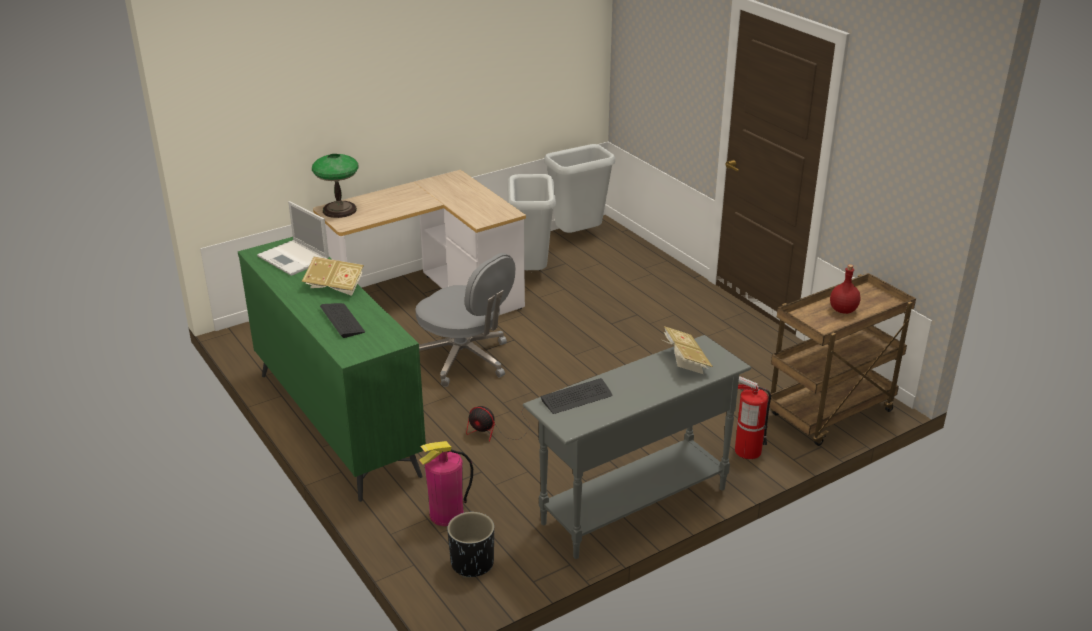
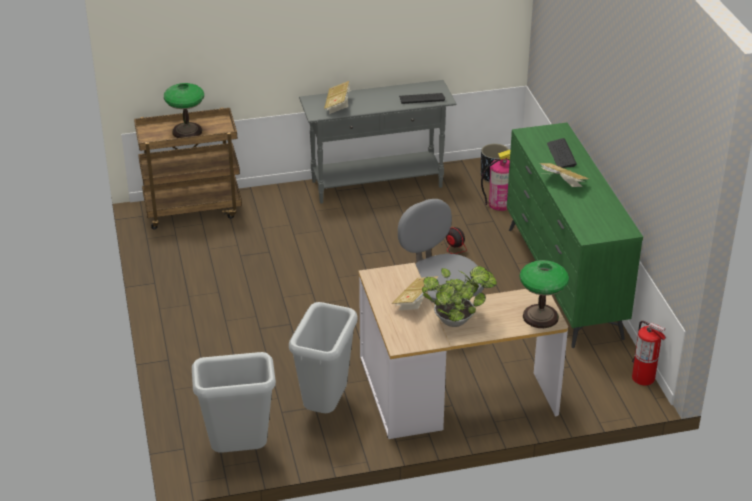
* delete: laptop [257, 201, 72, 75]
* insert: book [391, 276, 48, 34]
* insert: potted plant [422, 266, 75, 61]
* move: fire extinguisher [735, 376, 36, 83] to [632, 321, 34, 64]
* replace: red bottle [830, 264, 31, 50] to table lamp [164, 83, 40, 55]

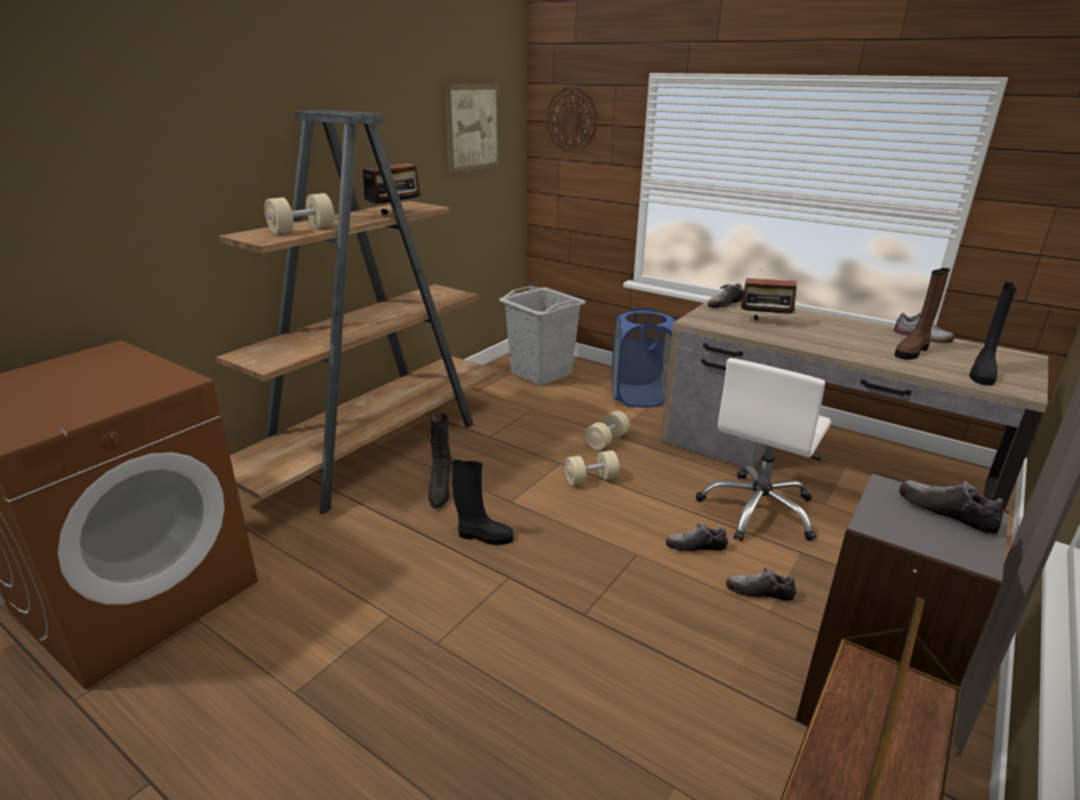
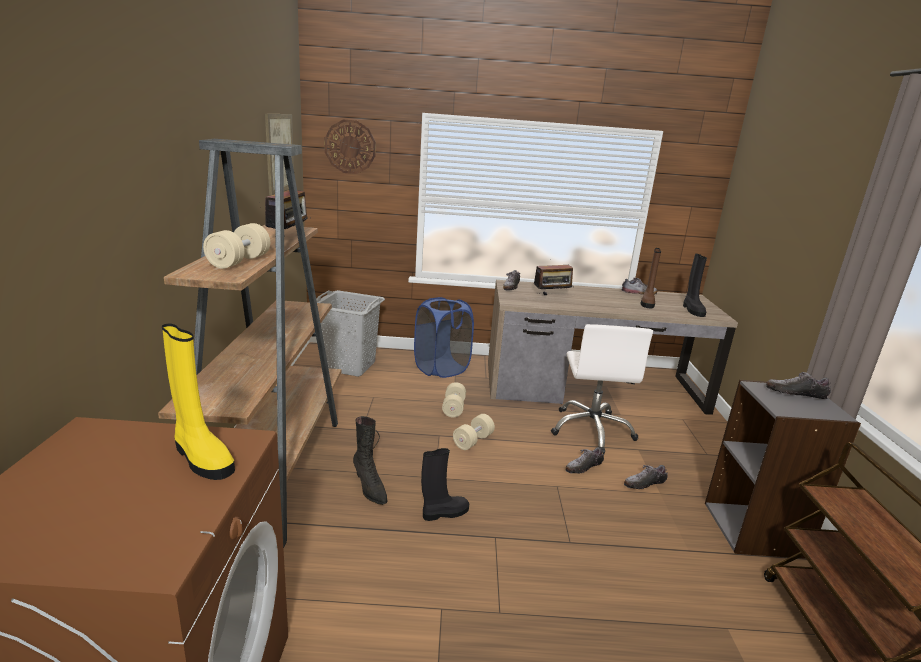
* insert: yellow boot [162, 324, 73, 156]

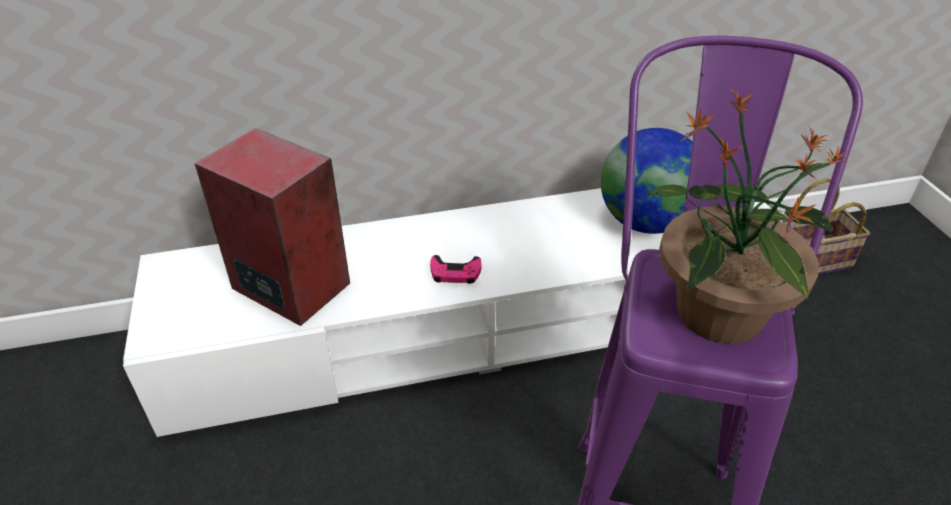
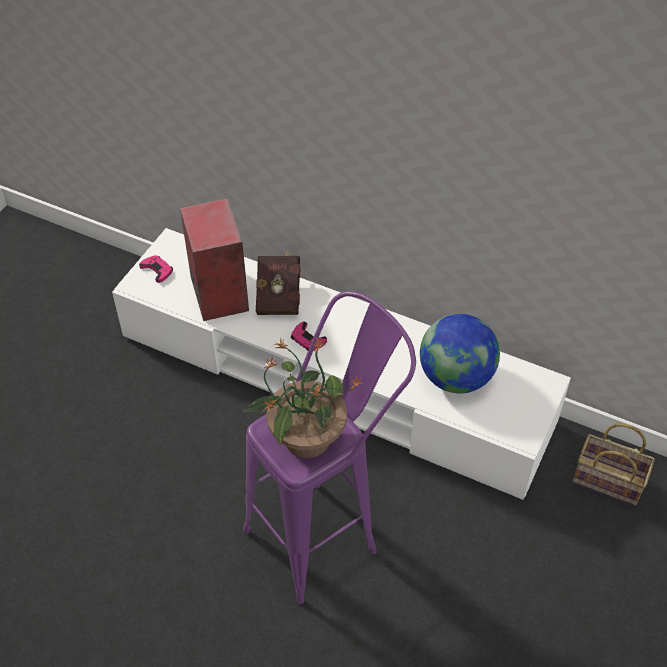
* insert: pink game controller [139, 255, 34, 28]
* insert: red book [256, 250, 44, 65]

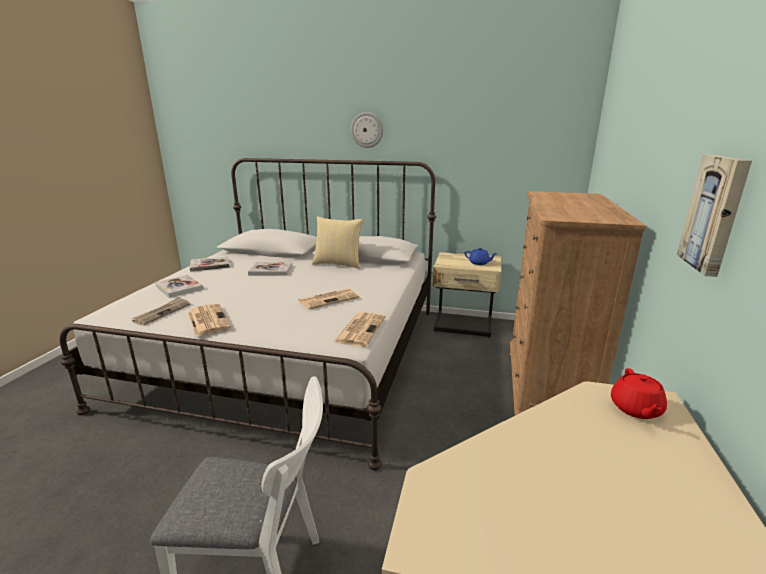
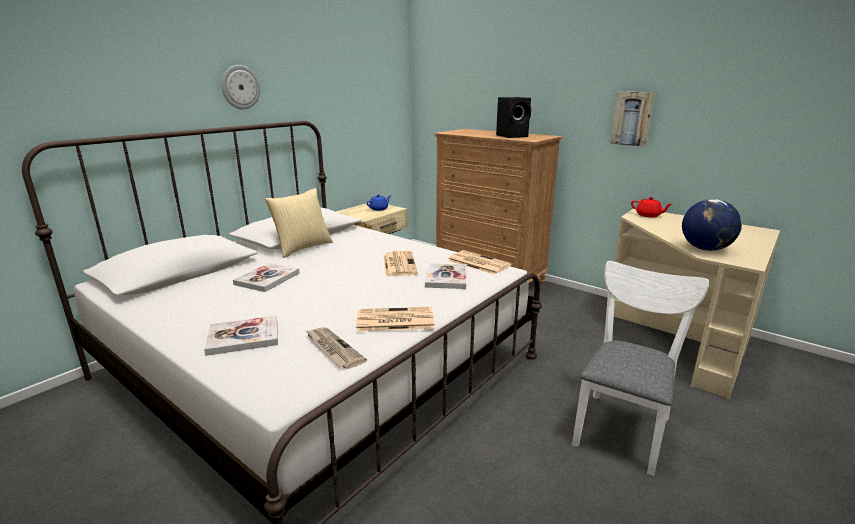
* insert: black speaker [496, 97, 35, 41]
* insert: globe [682, 199, 60, 52]
* move: book [190, 256, 40, 16] to [425, 263, 42, 26]

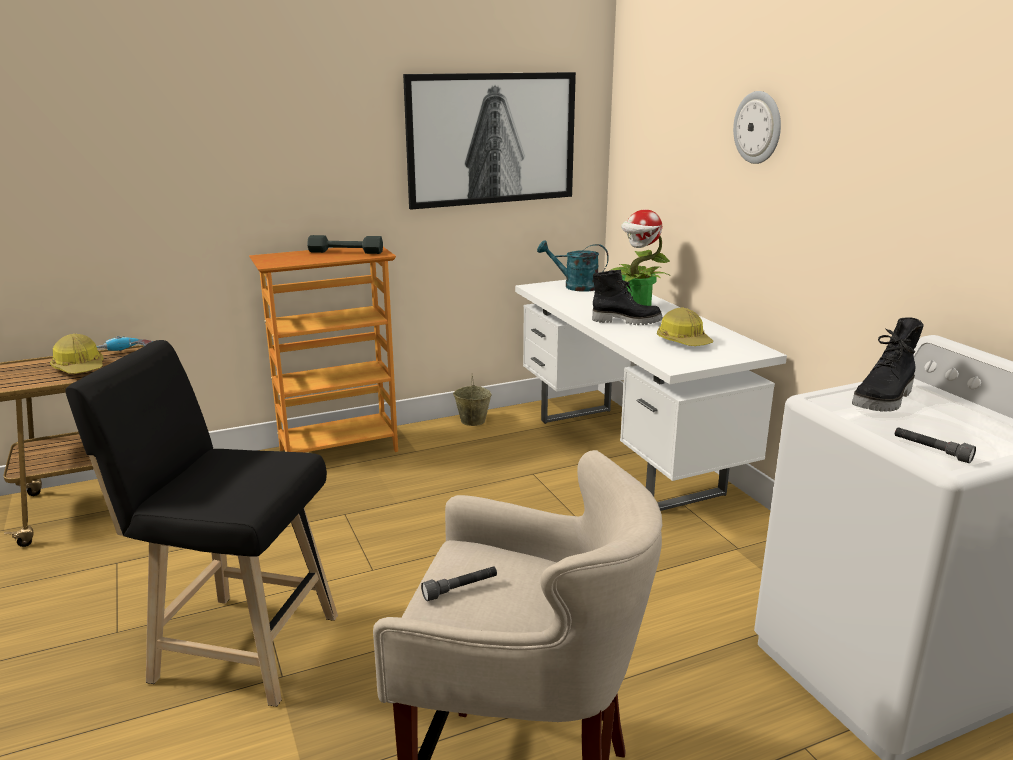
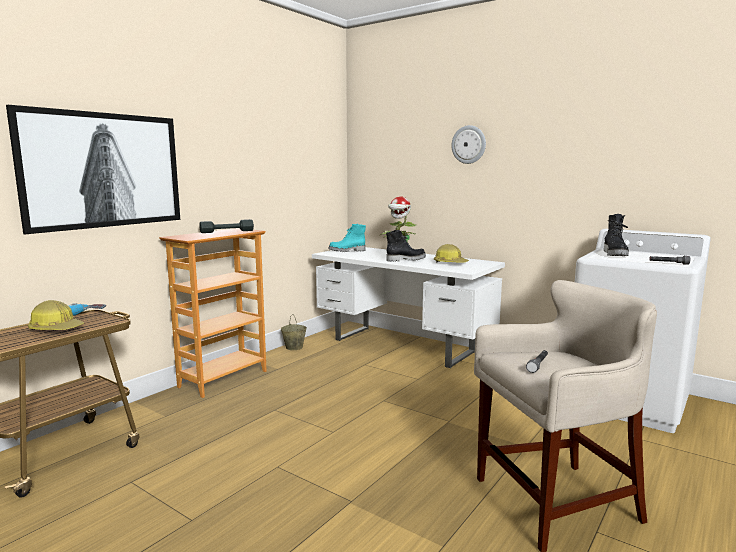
* delete: black stool [65, 340, 273, 367]
* move: picture [403, 72, 173, 138] to [6, 105, 174, 129]
* replace: turquoise watering can [537, 240, 72, 52] to turquoise boot [328, 224, 38, 28]

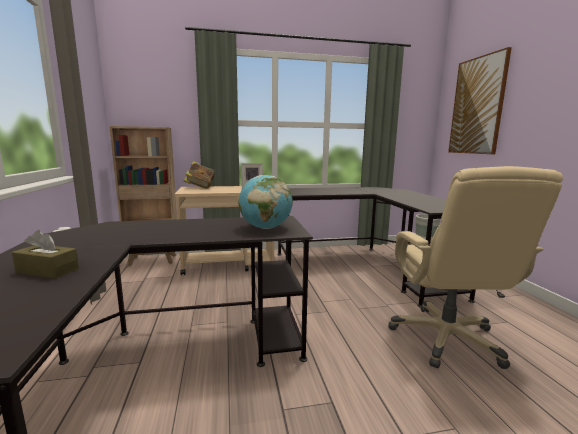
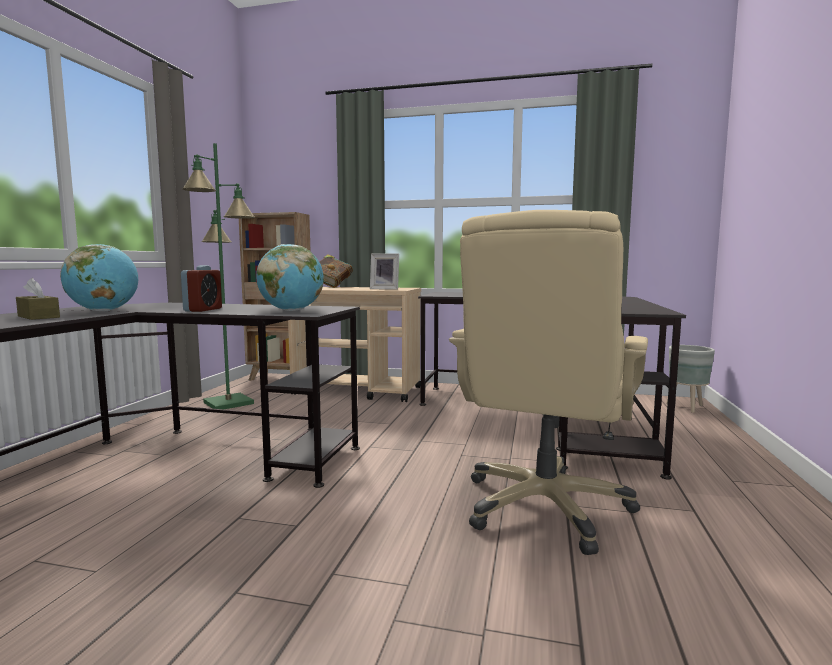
* delete: picture [448, 47, 64, 107]
* insert: globe [60, 244, 78, 67]
* insert: alarm clock [181, 265, 41, 47]
* insert: green floor lamp [182, 143, 73, 266]

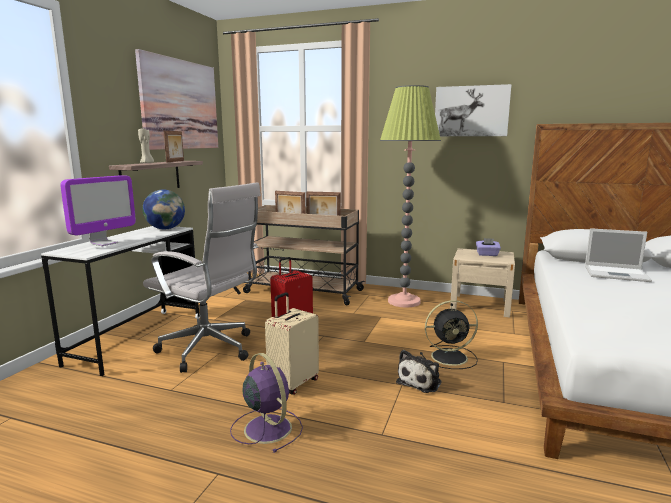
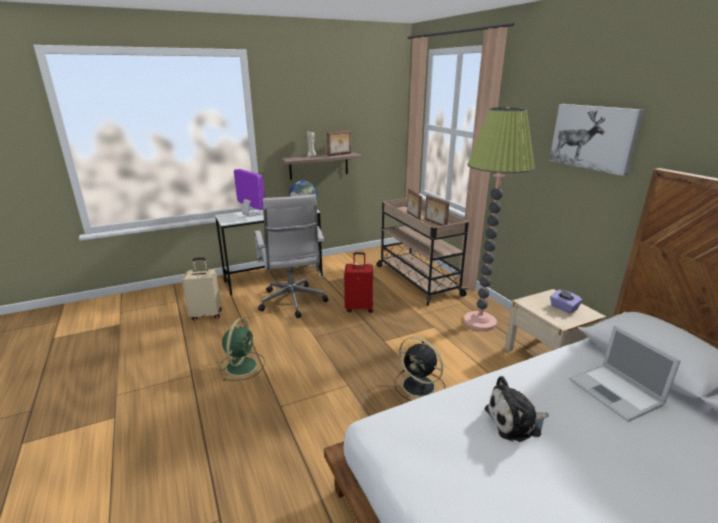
* delete: picture [135, 49, 83, 101]
* move: beige suitcase [265, 292, 54, 103] to [182, 258, 40, 63]
* move: plush toy [396, 350, 46, 43] to [484, 376, 65, 66]
* recolor: purple fan [230, 353, 73, 100] to green fan [220, 318, 45, 63]
* rotate: monitor [60, 175, 76, 71] = [234, 169, 31, 48] 120 degrees counterclockwise

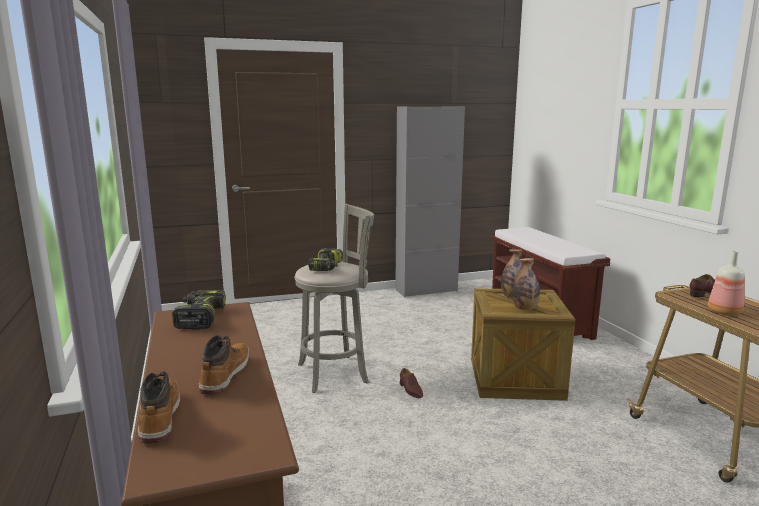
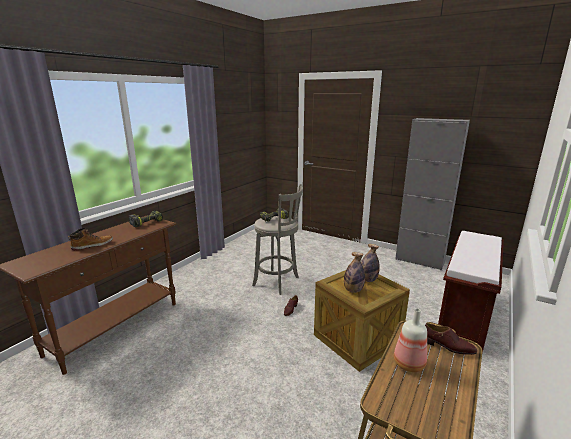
* delete: boot [138, 371, 42, 73]

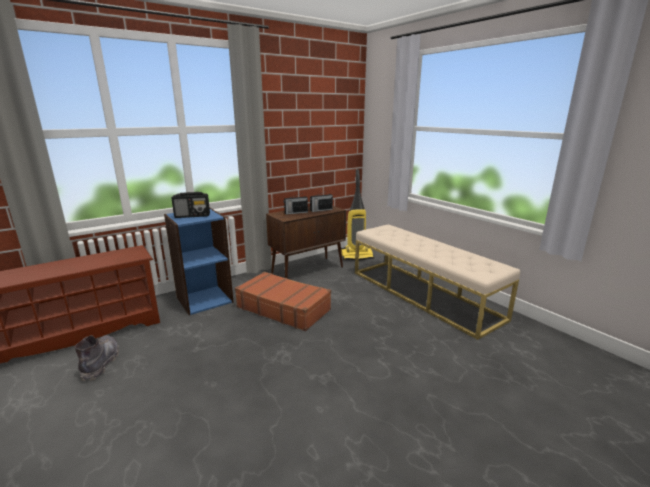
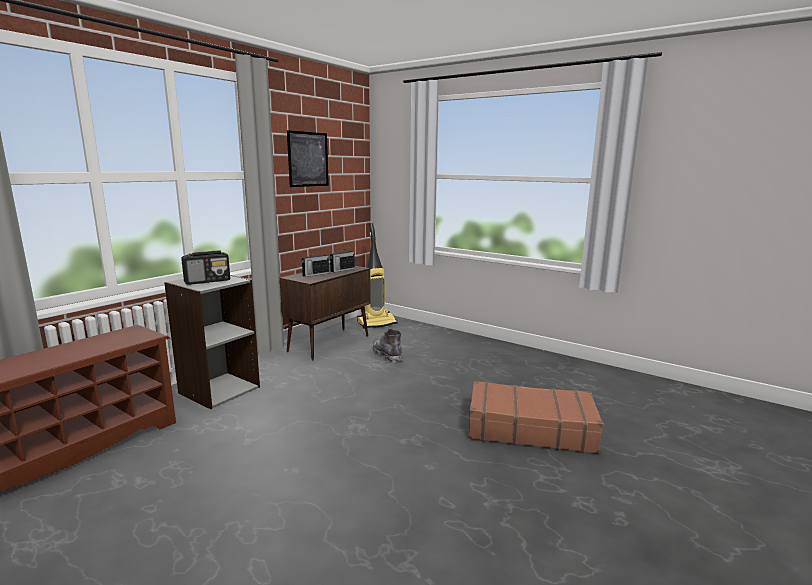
* delete: beige bench [355, 224, 165, 116]
* insert: picture [287, 130, 42, 57]
* move: grey boot [74, 335, 45, 46] to [373, 329, 29, 33]
* move: brown suitcase [235, 272, 96, 59] to [468, 381, 136, 73]
* recolor: blue bookcase [164, 208, 69, 107] to grey bookcase [164, 275, 96, 134]

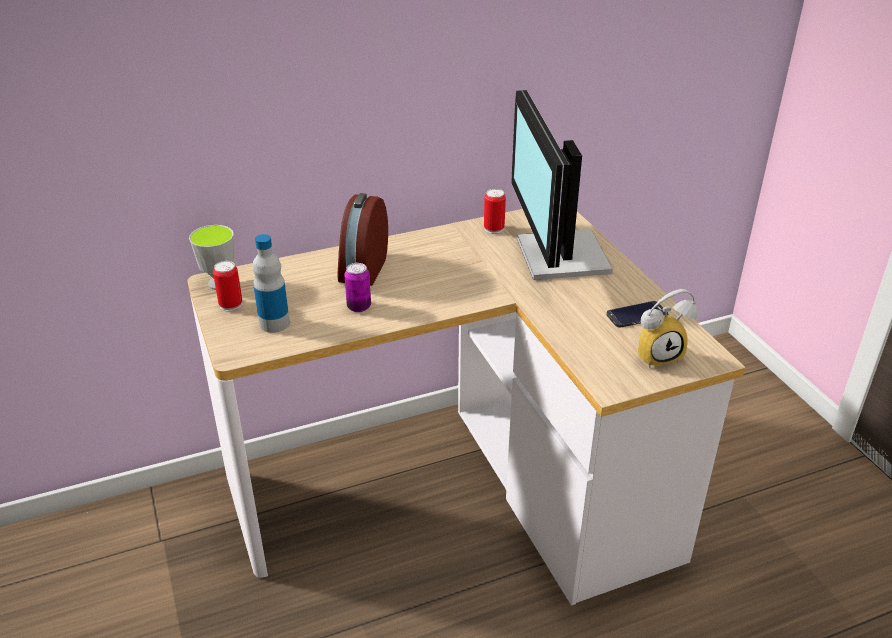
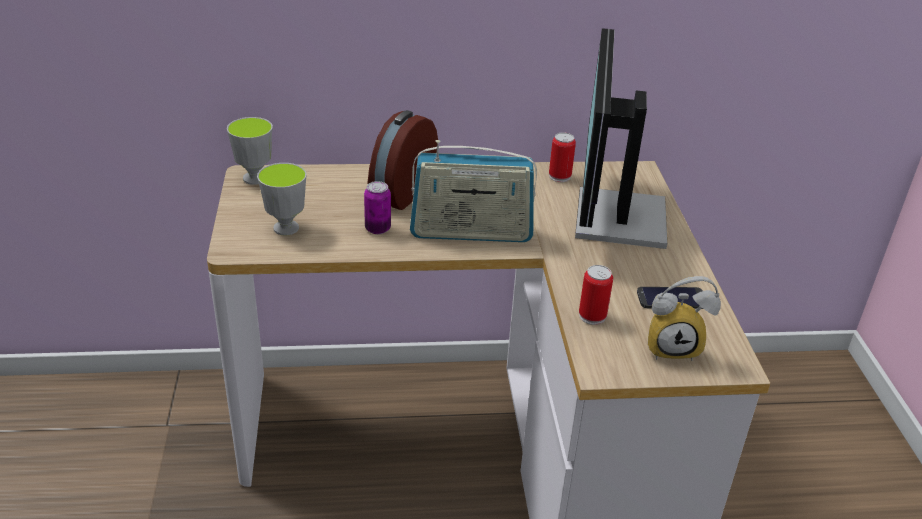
* insert: radio [410, 140, 127, 102]
* move: can [213, 261, 29, 51] to [579, 265, 34, 60]
* replace: bottle [253, 234, 37, 99] to cup [257, 163, 50, 72]

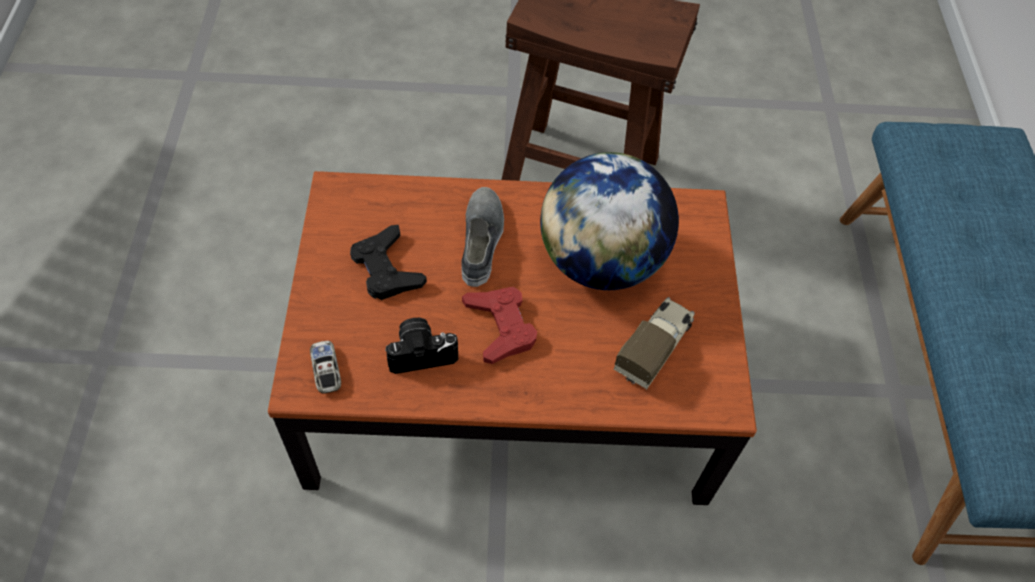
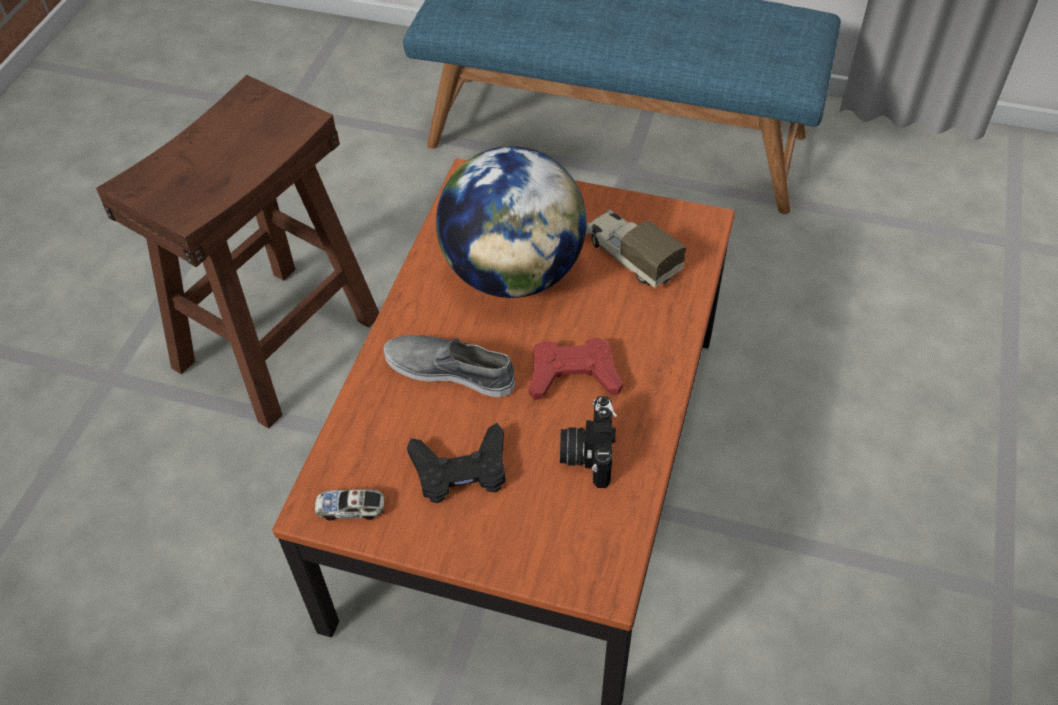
* move: toy car [310, 341, 31, 53] to [315, 489, 70, 32]

